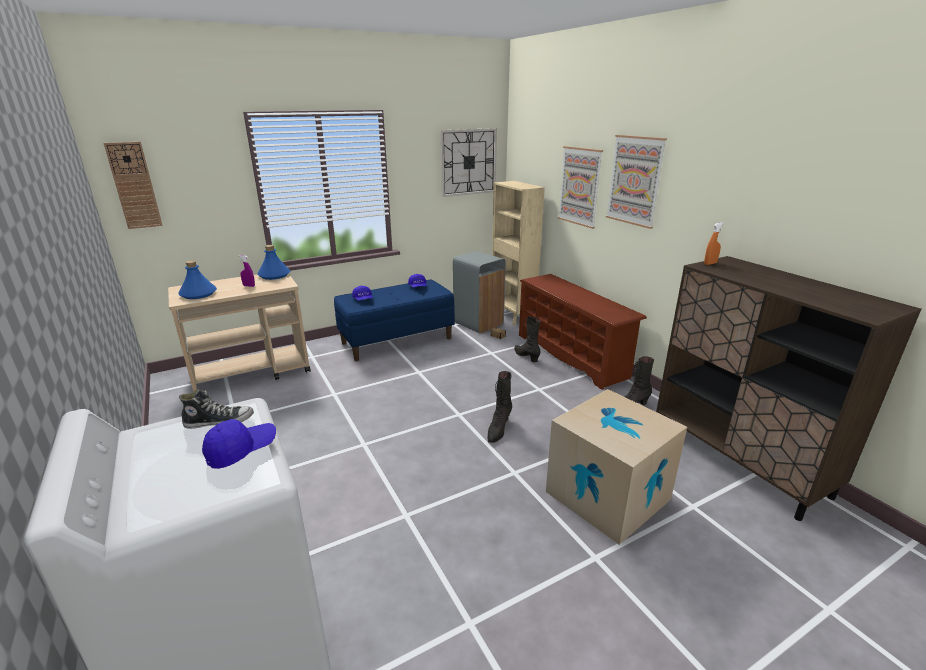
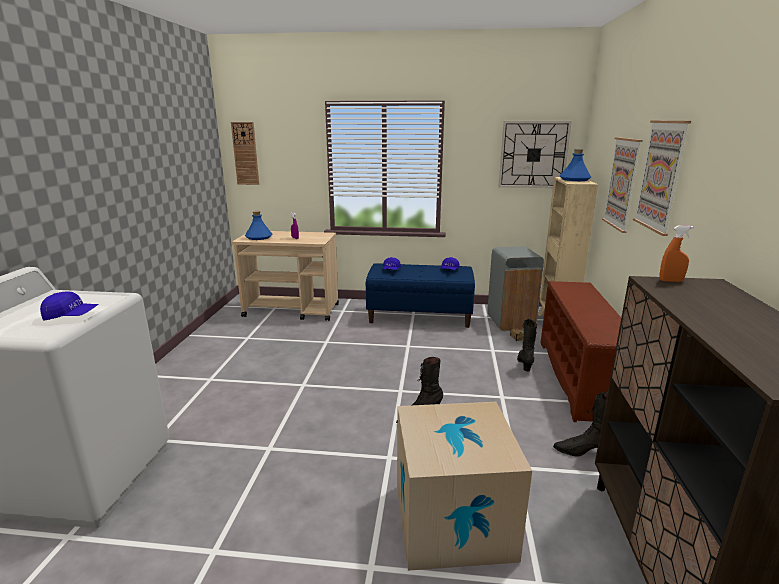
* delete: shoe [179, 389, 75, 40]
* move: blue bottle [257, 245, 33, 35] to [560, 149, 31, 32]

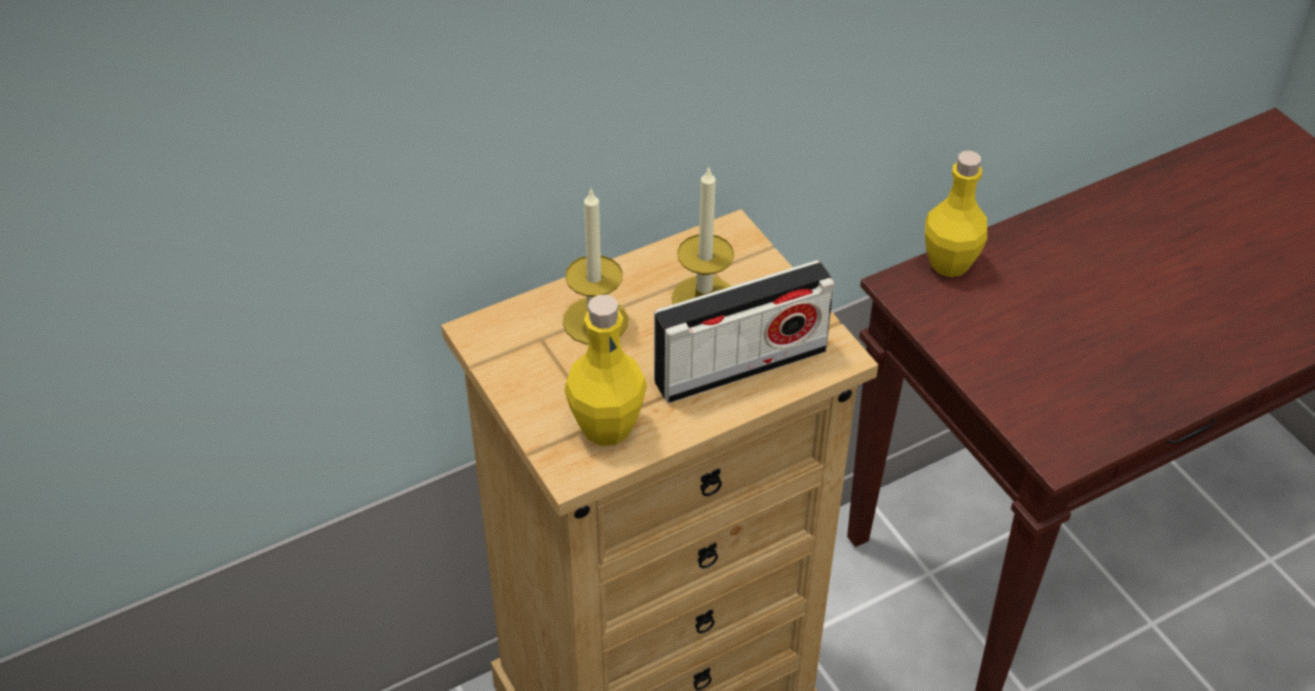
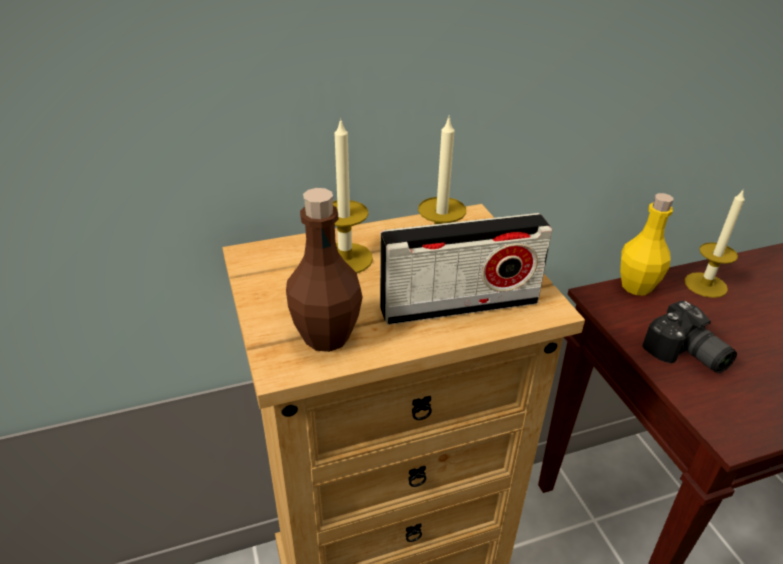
* insert: photo camera [642, 300, 95, 73]
* insert: candle [684, 188, 61, 110]
* recolor: yellow bottle [564, 295, 83, 151] to brown bottle [286, 188, 77, 164]

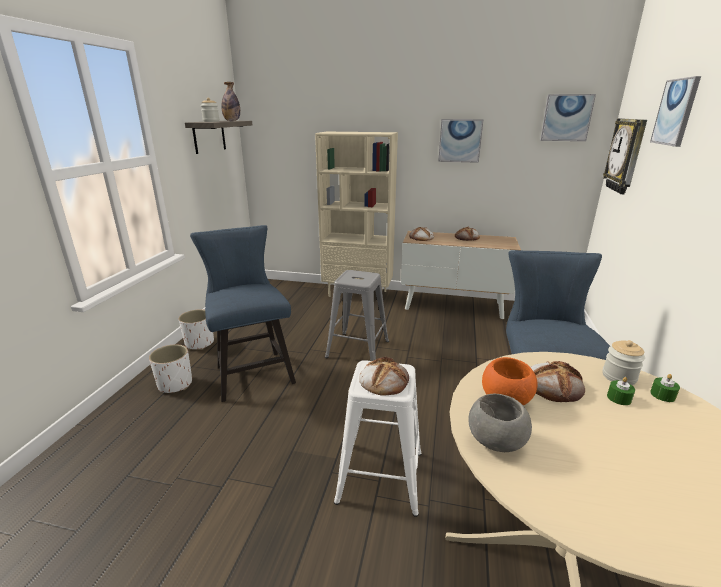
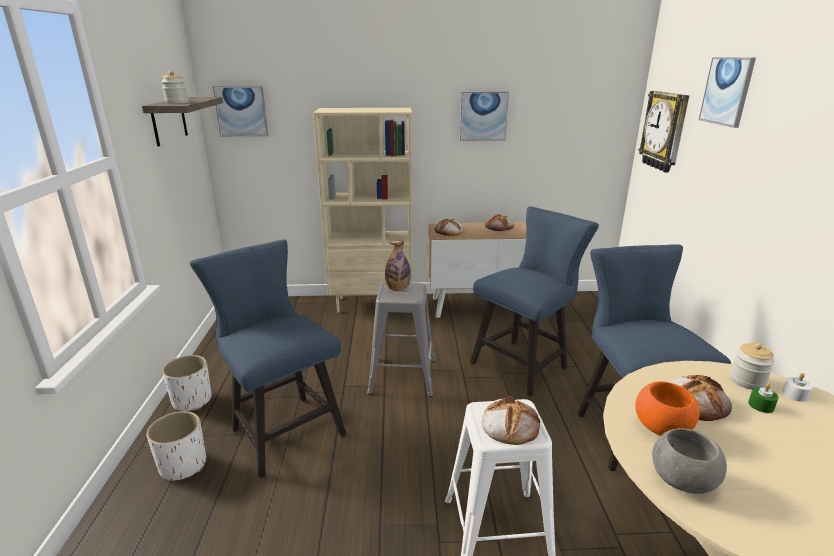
* insert: blue chair [470, 206, 129, 191]
* move: bottle [221, 82, 19, 39] to [385, 241, 26, 50]
* move: picture [540, 94, 56, 47] to [213, 86, 56, 50]
* recolor: green candle [650, 374, 30, 28] to white candle [782, 373, 31, 29]

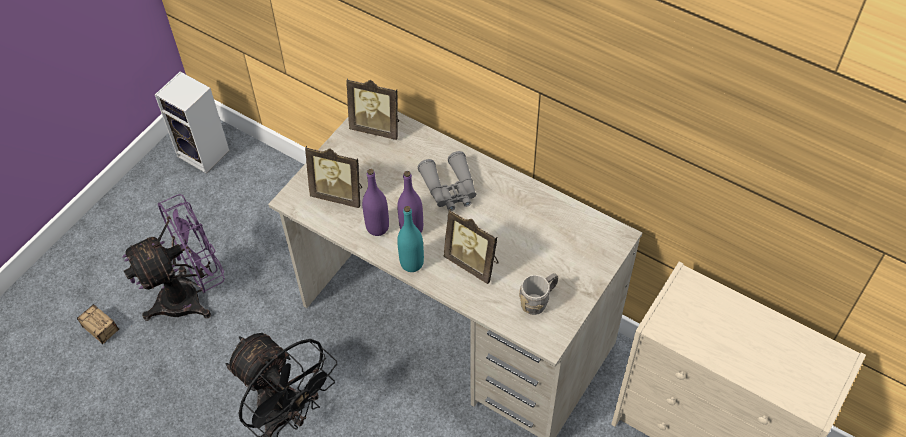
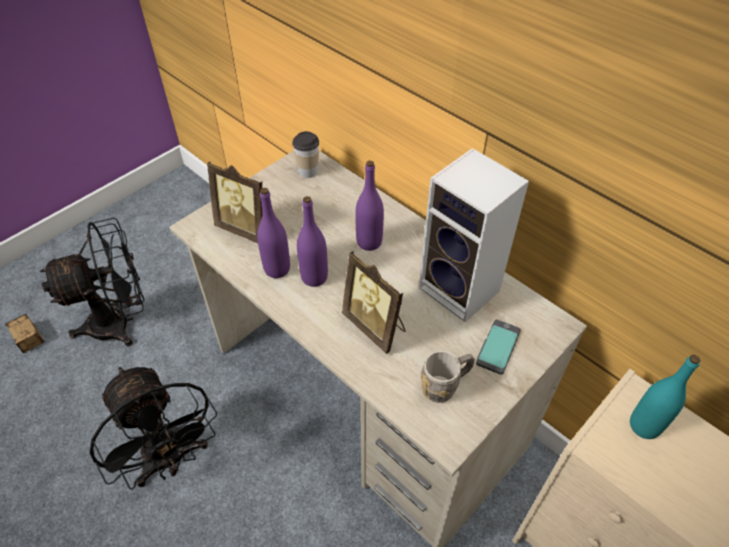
* insert: phone [476, 319, 45, 56]
* move: speaker [155, 71, 74, 102] to [419, 148, 110, 174]
* move: turquoise bottle [397, 206, 27, 66] to [630, 355, 70, 84]
* replace: picture frame [346, 78, 53, 62] to cup [292, 131, 27, 47]
* replace: grey binoculars [418, 151, 58, 60] to purple bottle [355, 161, 29, 90]
* recolor: purple fan [122, 194, 103, 127] to black fan [40, 218, 104, 129]

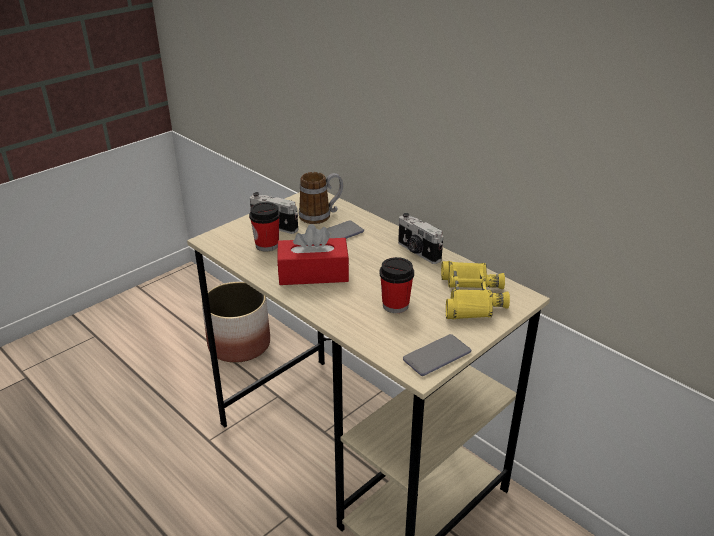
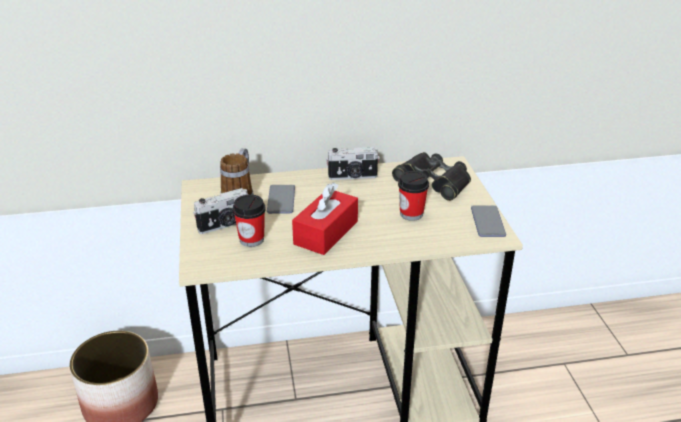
* recolor: yellow binoculars [441, 261, 69, 58] to black binoculars [392, 152, 79, 49]

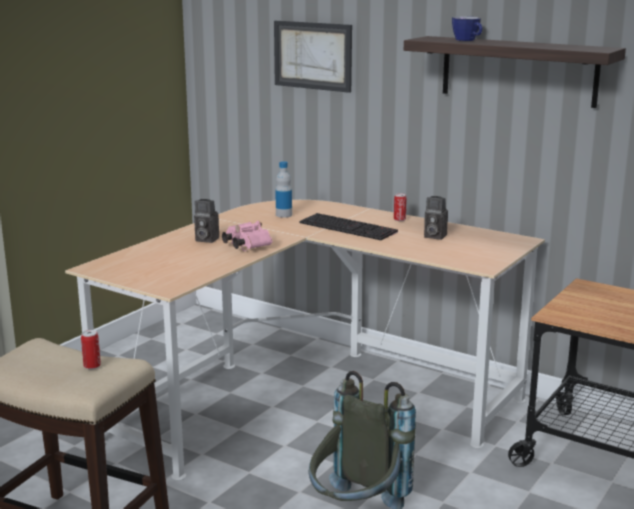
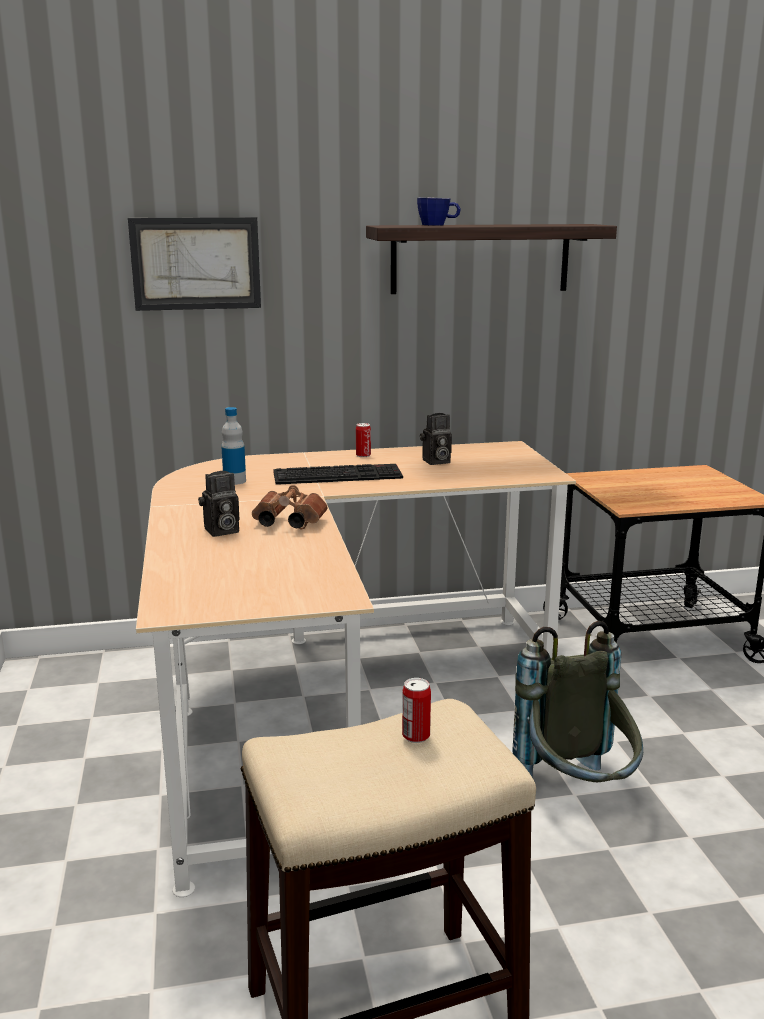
* recolor: pink binoculars [222, 221, 50, 30] to brown binoculars [252, 485, 76, 44]

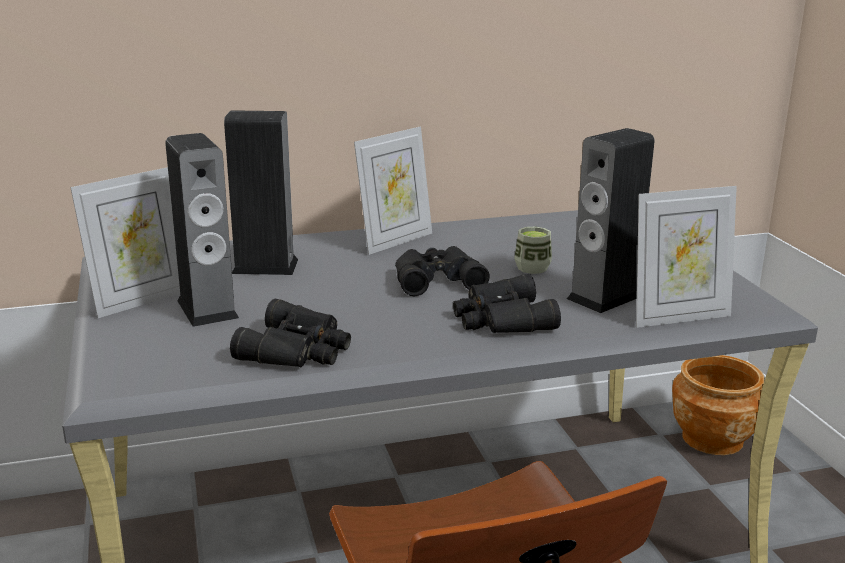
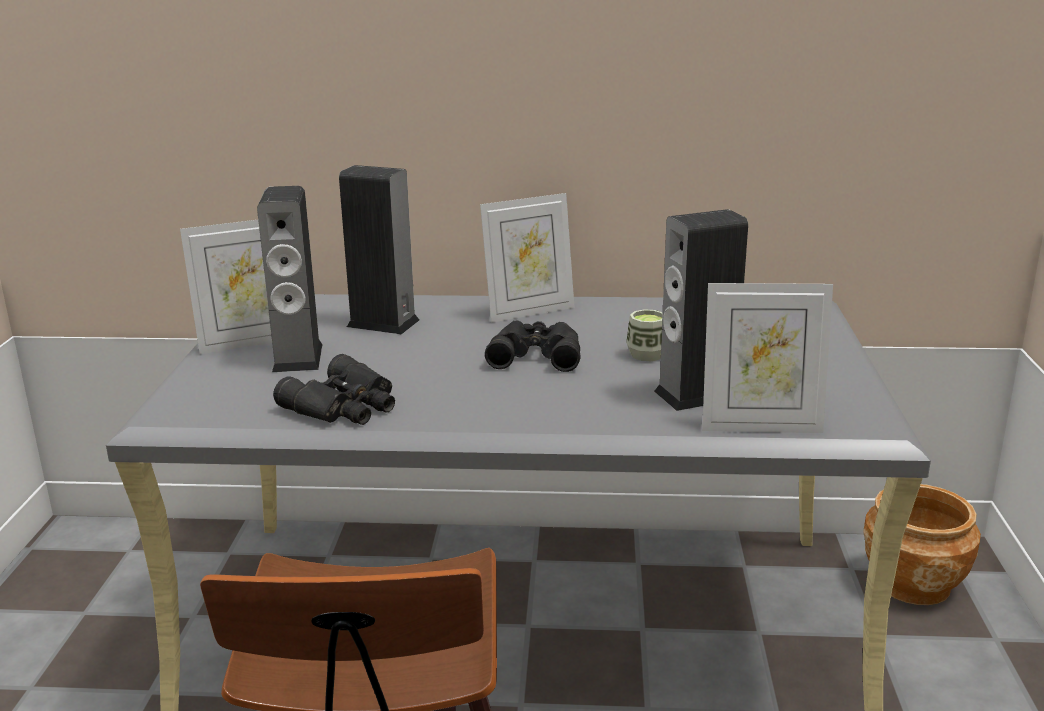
* delete: black binoculars [453, 274, 108, 59]

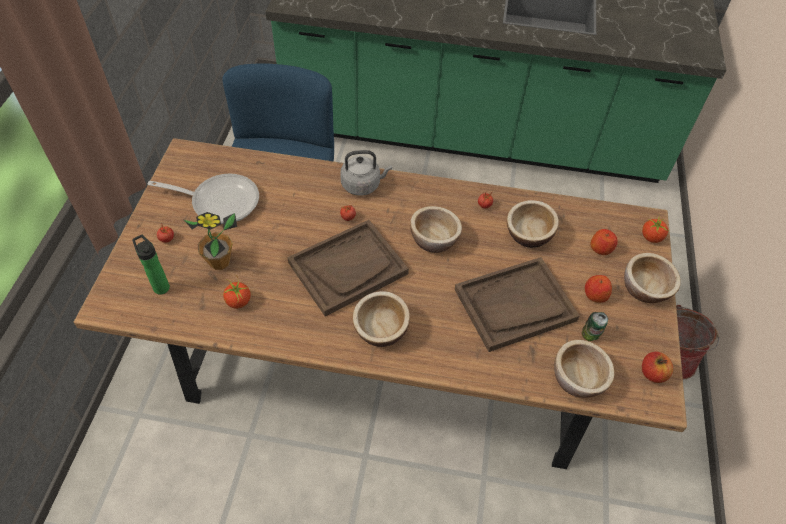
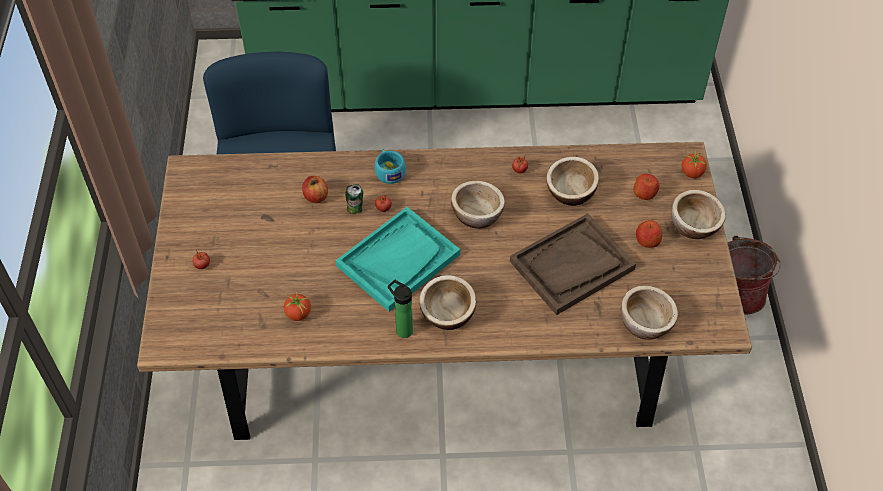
* delete: frying pan [148, 174, 111, 50]
* delete: potted plant [184, 212, 53, 58]
* move: bottle [132, 235, 38, 60] to [388, 280, 25, 58]
* move: can [582, 312, 26, 29] to [346, 184, 17, 30]
* move: apple [642, 351, 31, 32] to [302, 176, 26, 27]
* replace: grey kettle [340, 150, 52, 46] to turquoise cup [375, 149, 31, 35]
* recolor: brown tray [288, 220, 121, 97] to turquoise tray [336, 207, 124, 105]

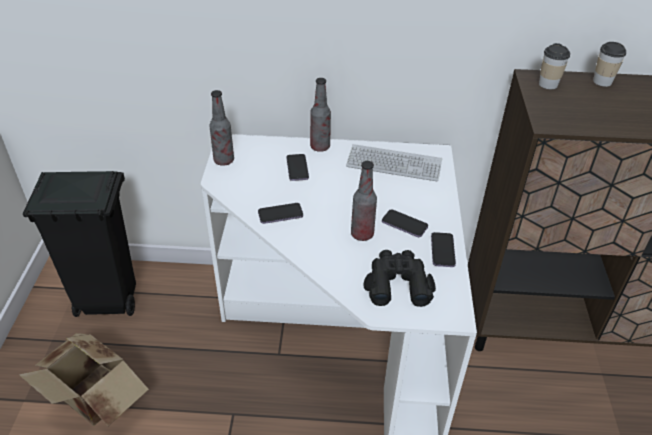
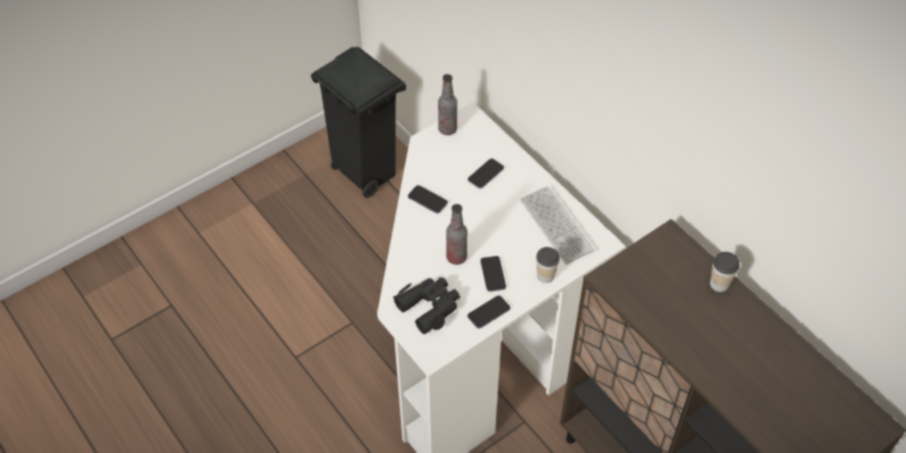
* delete: cardboard box [19, 333, 130, 93]
* delete: bottle [310, 78, 21, 74]
* move: cup [539, 43, 31, 46] to [536, 247, 24, 36]

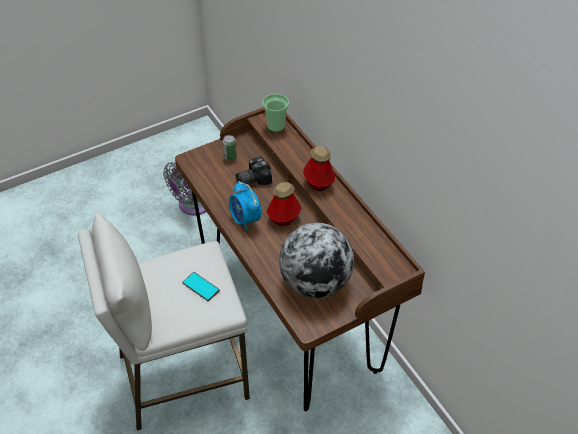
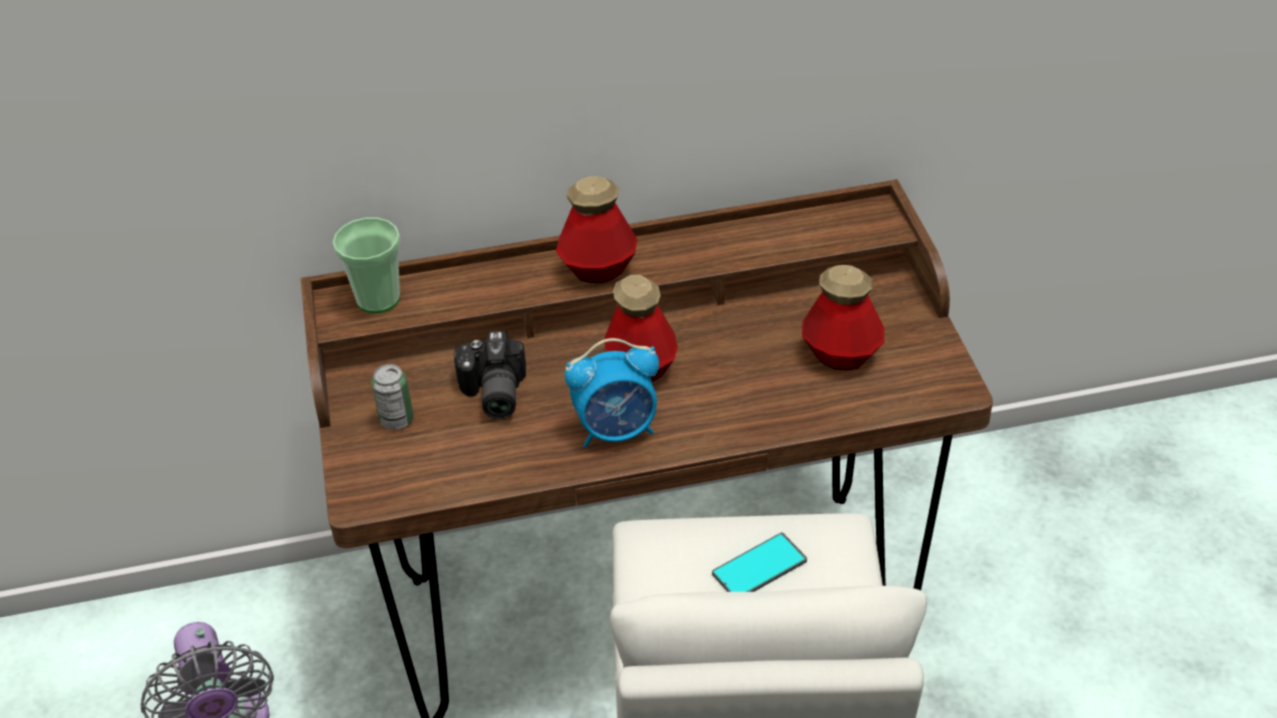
* replace: globe [279, 222, 75, 76] to bottle [802, 265, 82, 106]

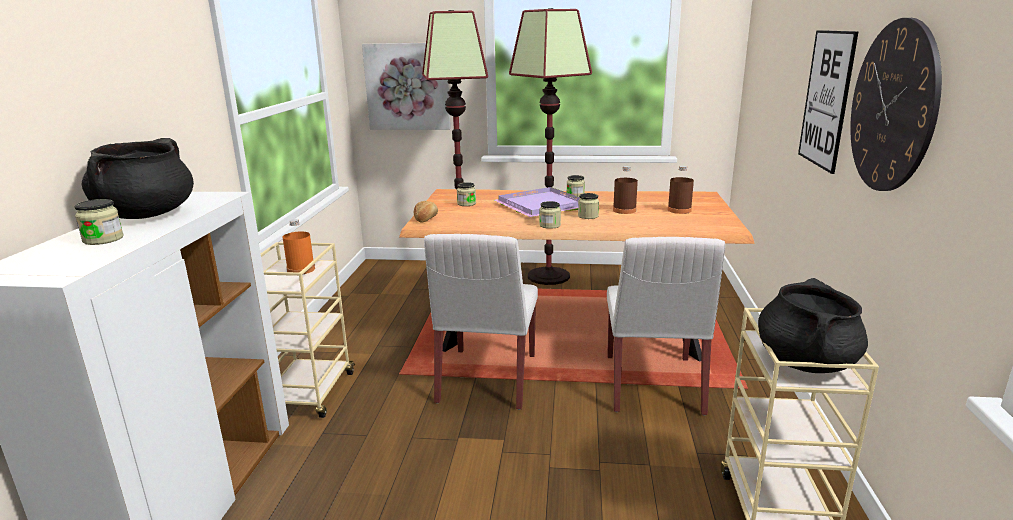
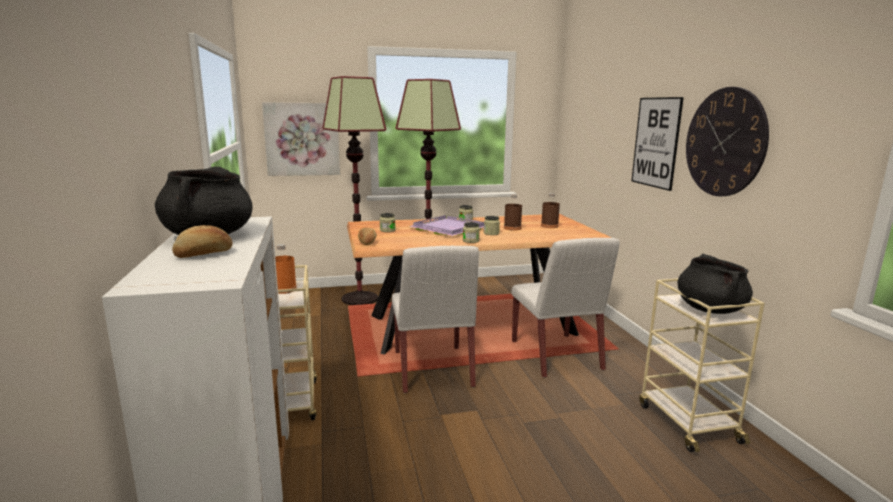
* replace: jar [75, 199, 49, 46] to bread [172, 225, 61, 33]

